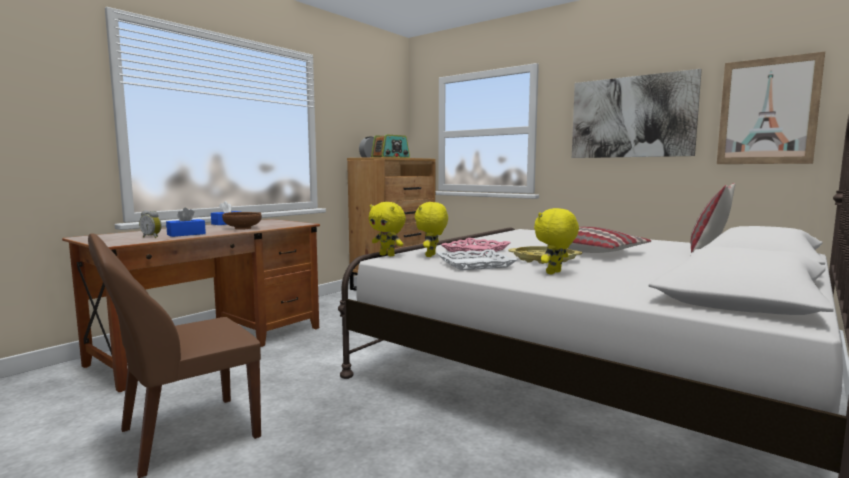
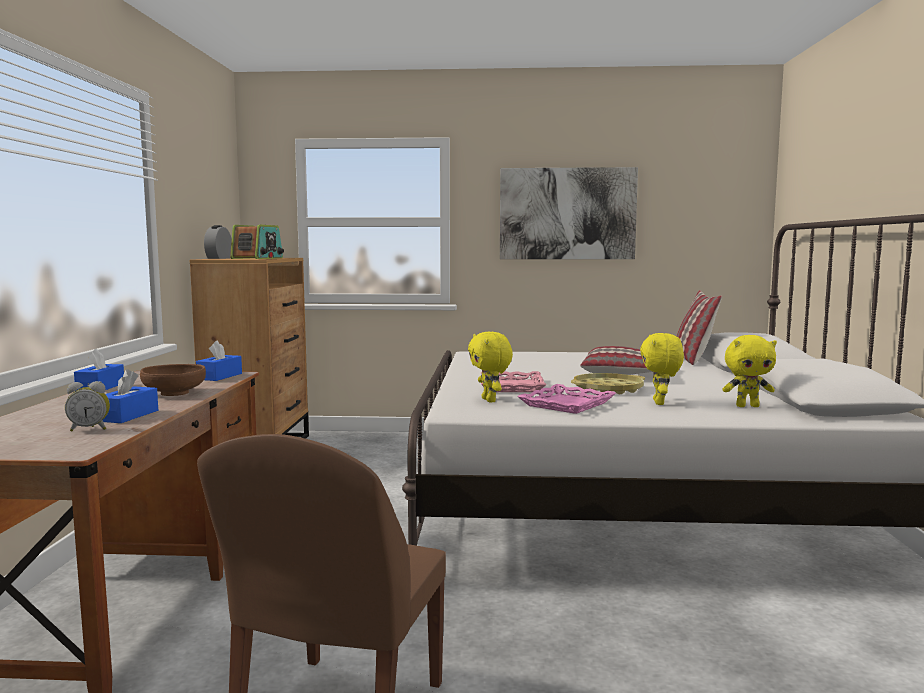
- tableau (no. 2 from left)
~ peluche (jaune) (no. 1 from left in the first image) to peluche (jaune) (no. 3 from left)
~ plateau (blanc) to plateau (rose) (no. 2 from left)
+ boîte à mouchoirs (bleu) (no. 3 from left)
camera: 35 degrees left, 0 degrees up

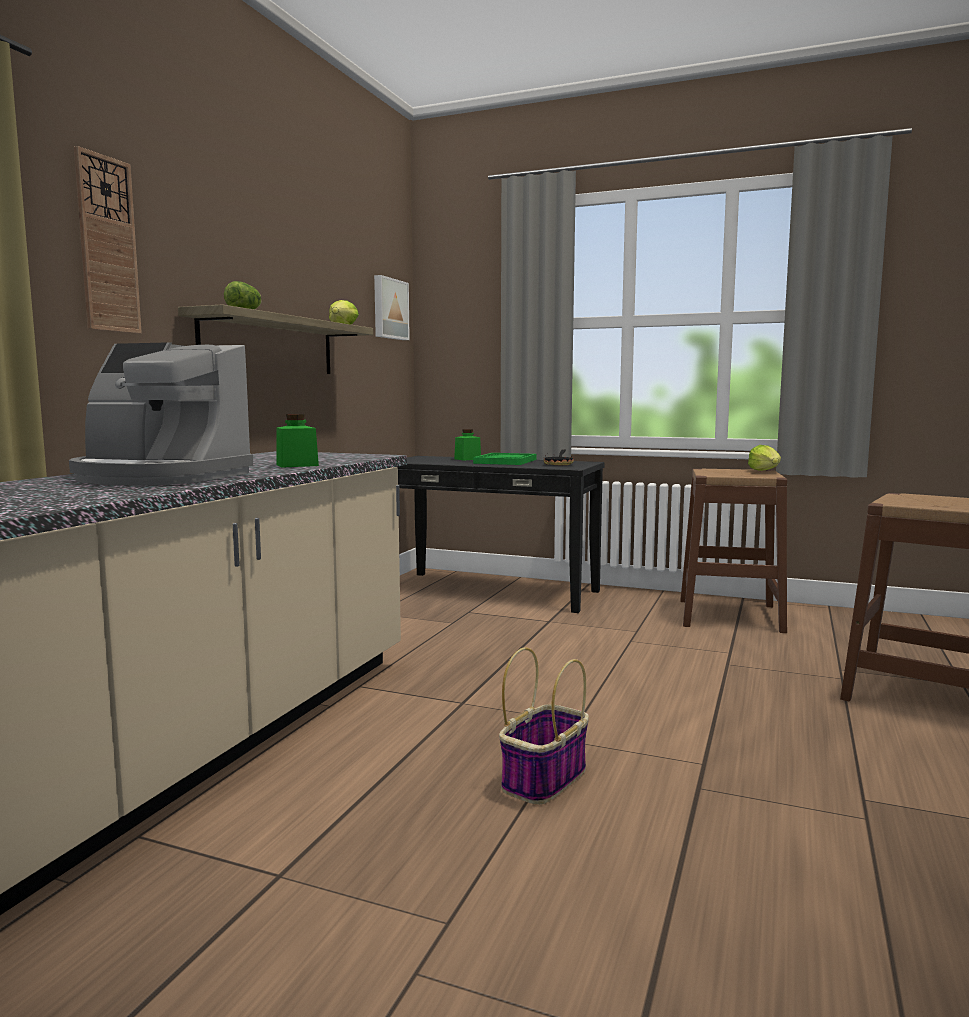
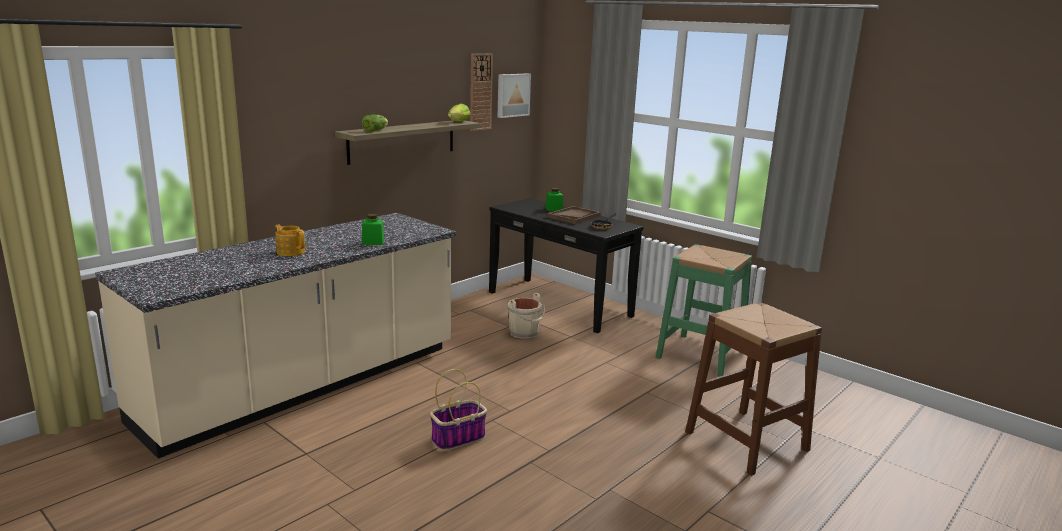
~ horloge murale
~ machine à café to théière
- laitue (no. 3 from left)
~ plateau (vert) to plateau (marron)
~ tabouret (marron) (no. 1 from left) to tabouret (vert)
+ seau (beige)
camera: 20 degrees right, 10 degrees up

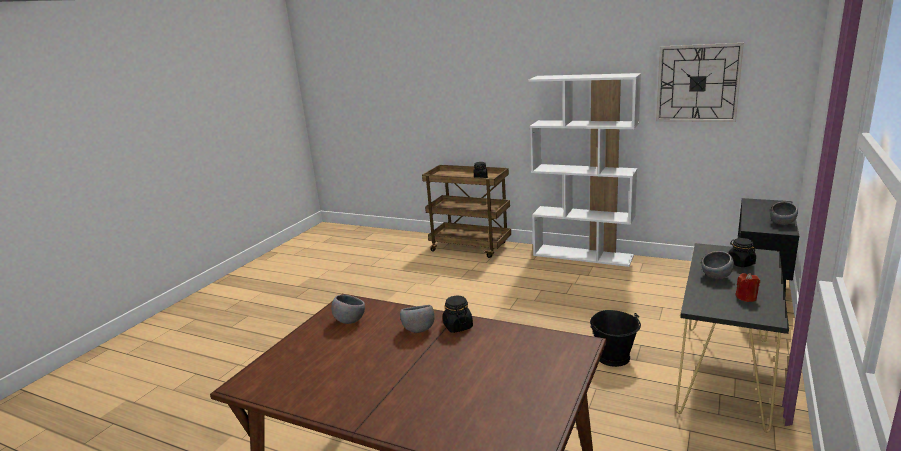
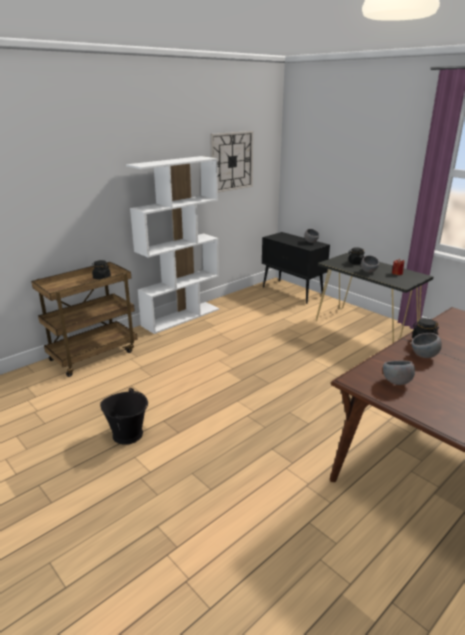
~ seau (noir)
camera: 70 degrees left, 5 degrees up

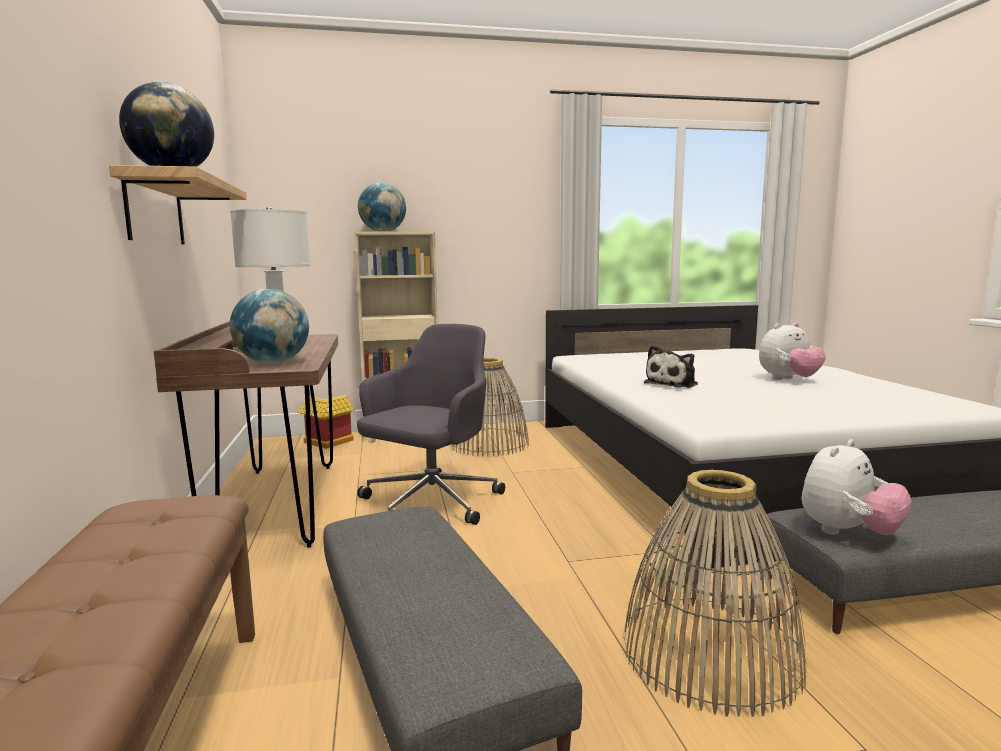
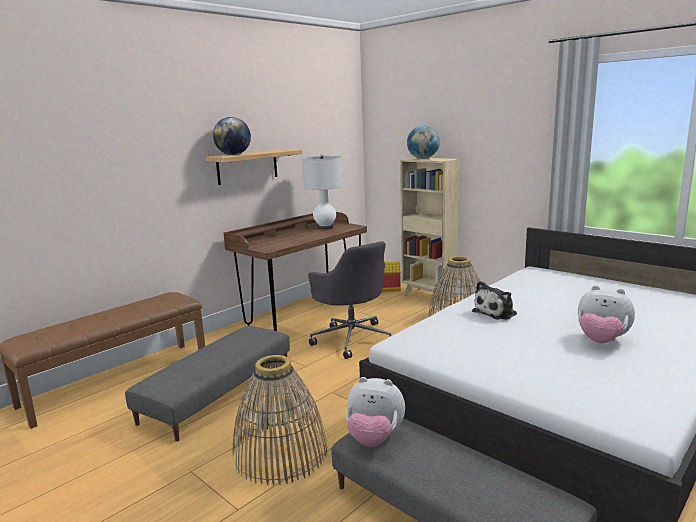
- globe (no. 2 from left)
~ chaise de bureau (gris) 60 degrees clockwise
~ peluche (no. 1 from left in the first image) 45 degrees counterclockwise
camera: 55 degrees right, 5 degrees up

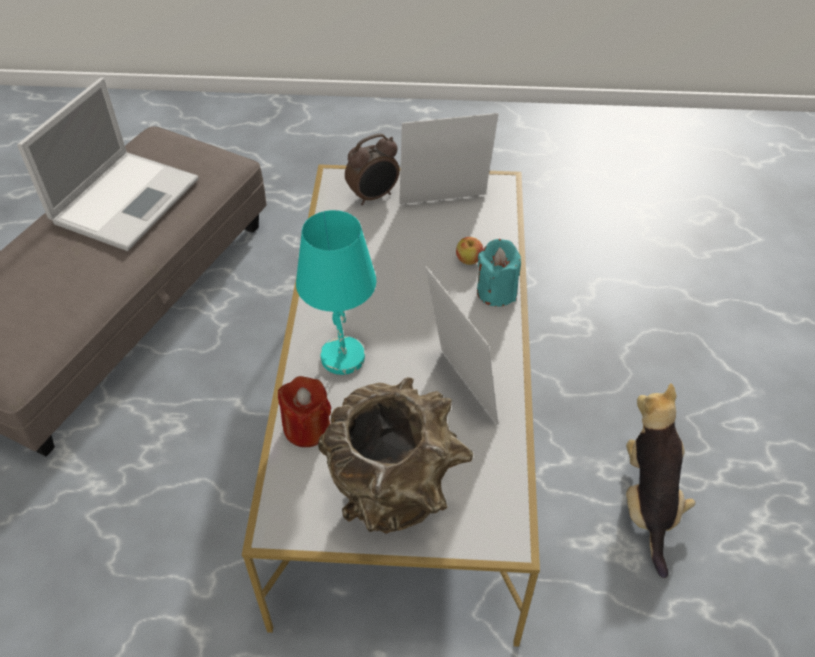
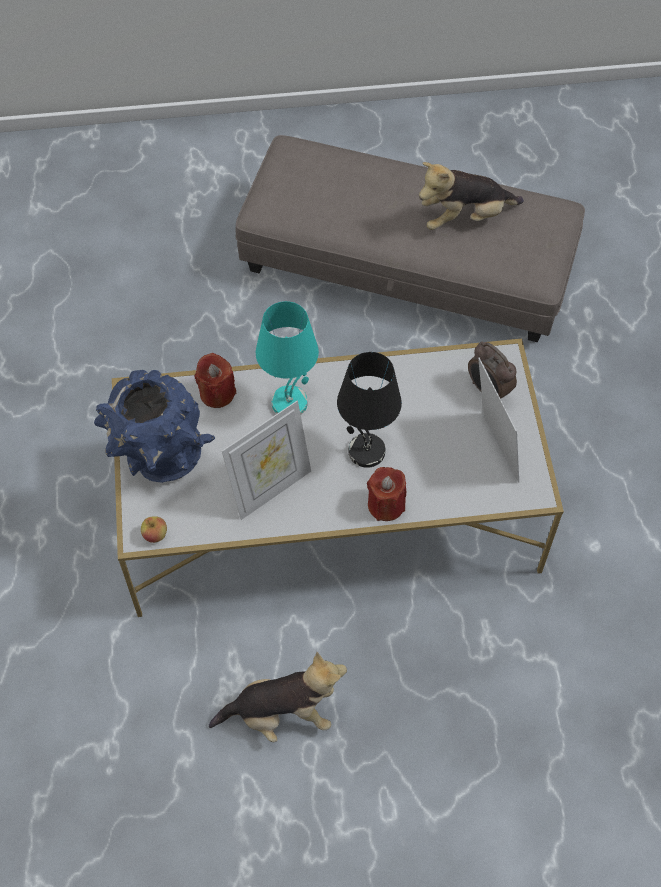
~ ordinateur portable to peluche (no. 2 from left)
~ pomme
~ bougie (turquoise) to bougie (rouge) (no. 2 from left)
~ vase (marron) to vase (bleu)
+ lampe de table (noir)
camera: 80 degrees right, 10 degrees up

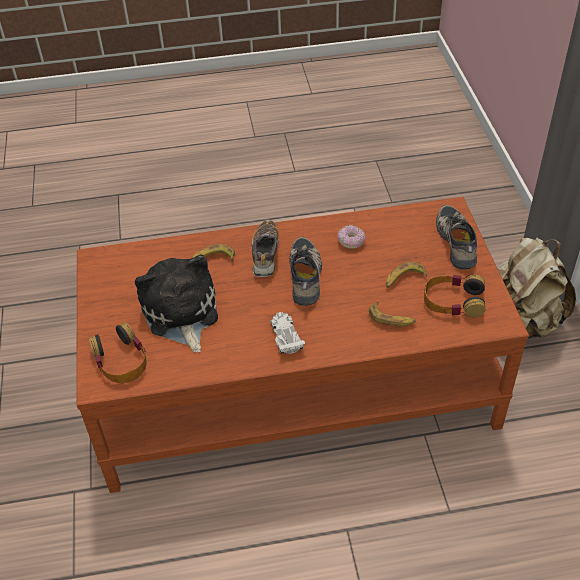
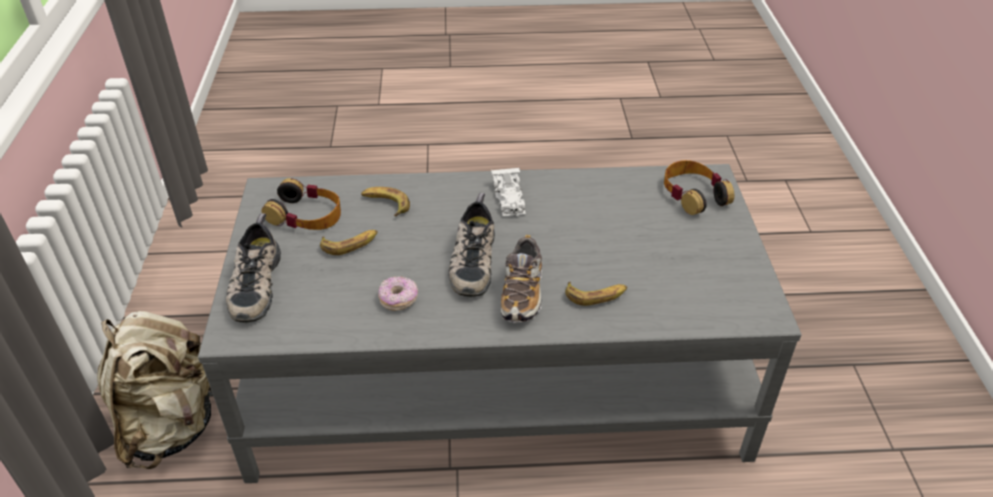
~ table basse (marron) to table basse (gris)
- peluche
camera: 175 degrees left, 5 degrees down

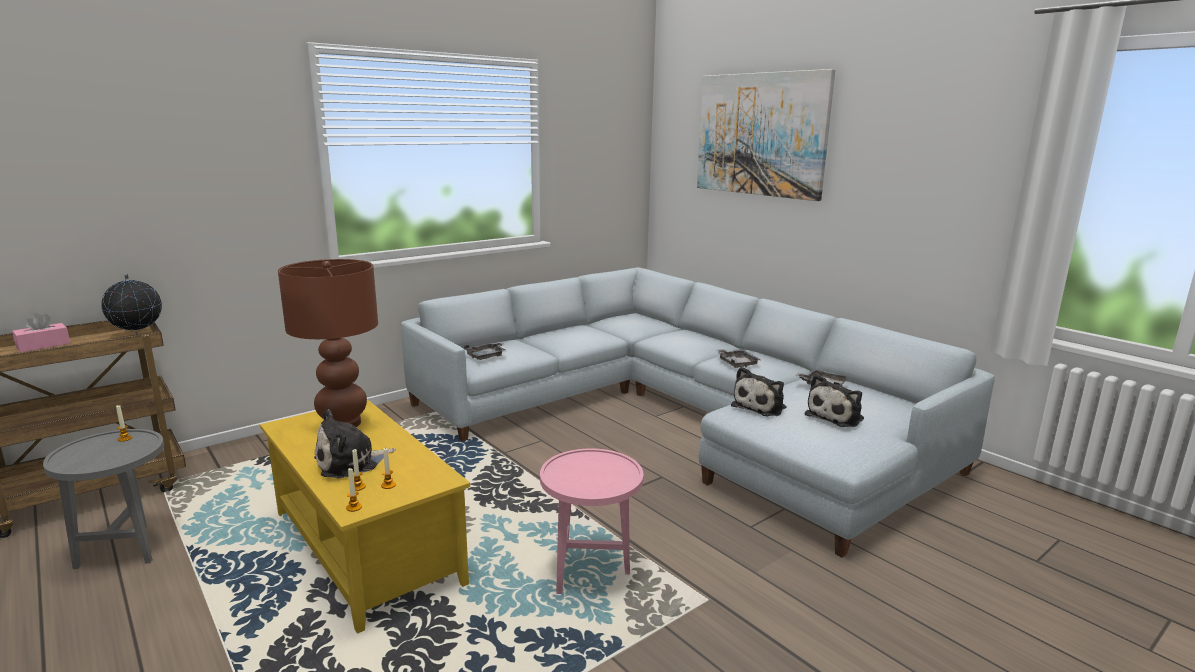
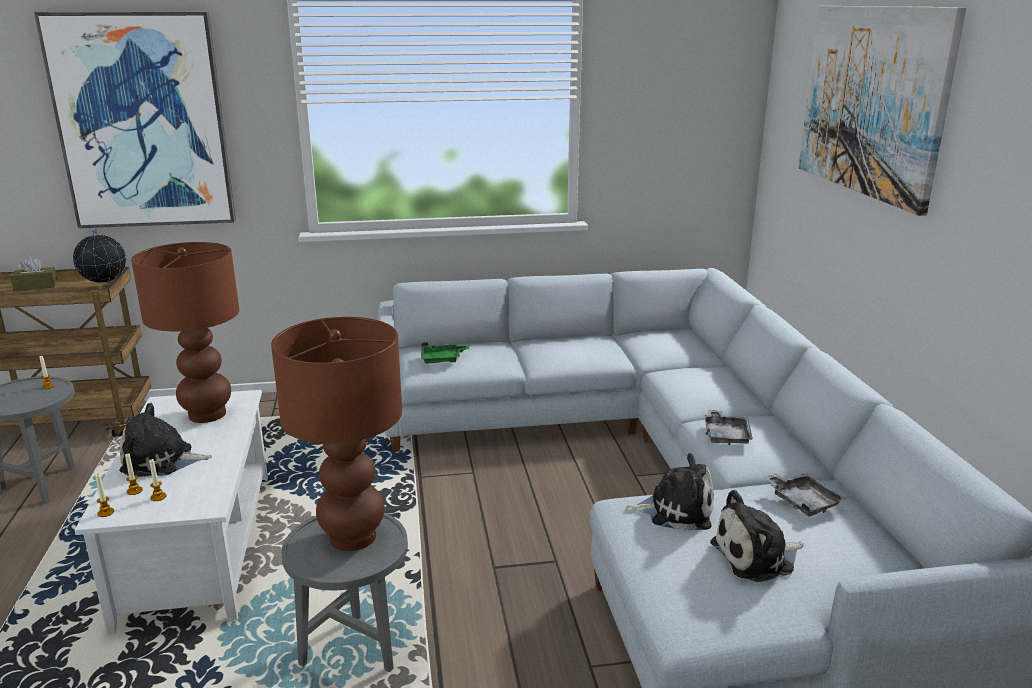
~ boîte à mouchoirs (rose) to boîte à mouchoirs (marron)
~ plateau (gris) (no. 1 from left) to plateau (vert)
~ peluche (no. 2 from left) 150 degrees counterclockwise
~ table basse (jaune) to table basse (blanc)
~ table d'appoint (rose) to table d'appoint (gris) (no. 2 from left)
+ tableau (no. 1 from left)
+ lampe de table (marron) (no. 2 from left)
camera: 30 degrees right, 5 degrees up

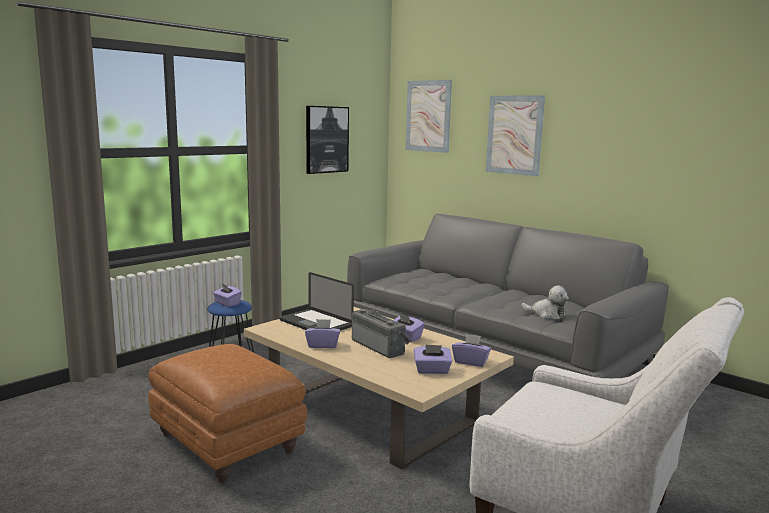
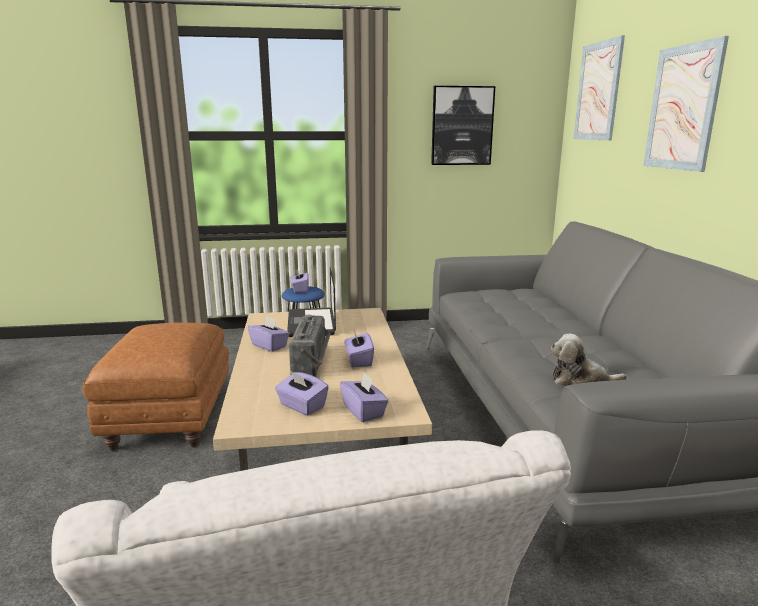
~ peluche 120 degrees clockwise
camera: 40 degrees right, 5 degrees up

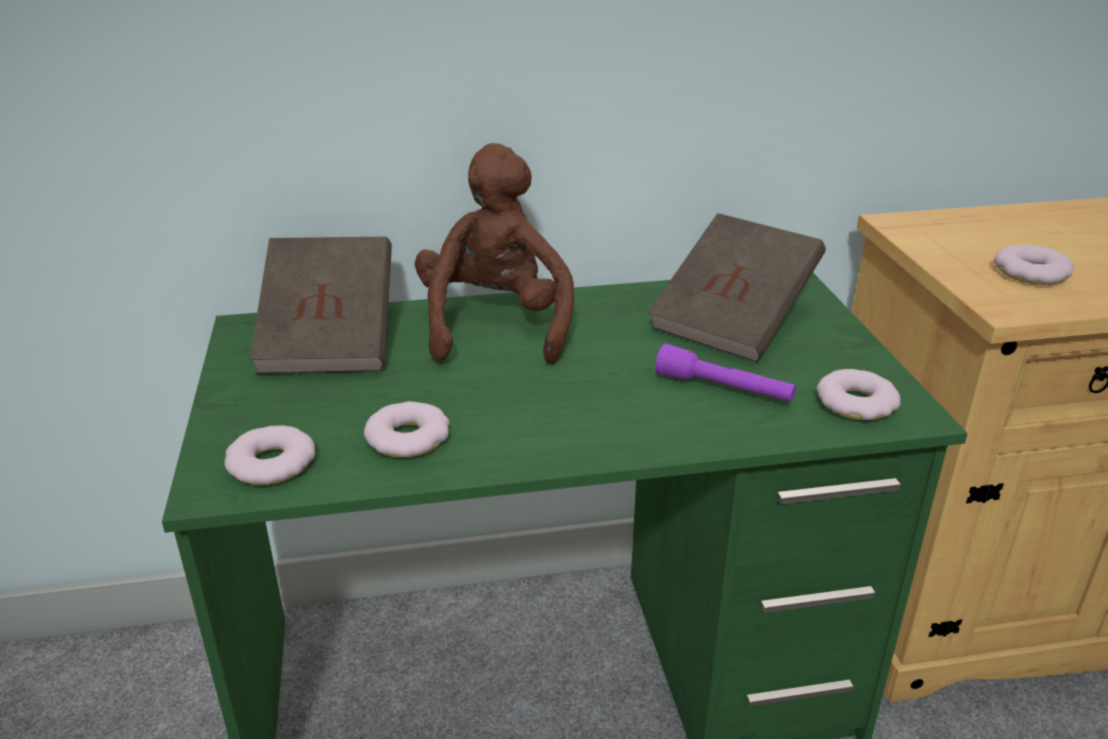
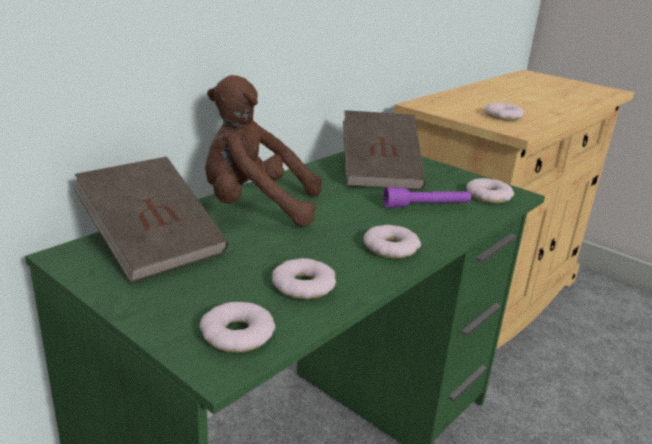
~ peluche (marron) 45 degrees counterclockwise
+ beignet (no. 3 from left)
camera: 40 degrees left, 5 degrees down

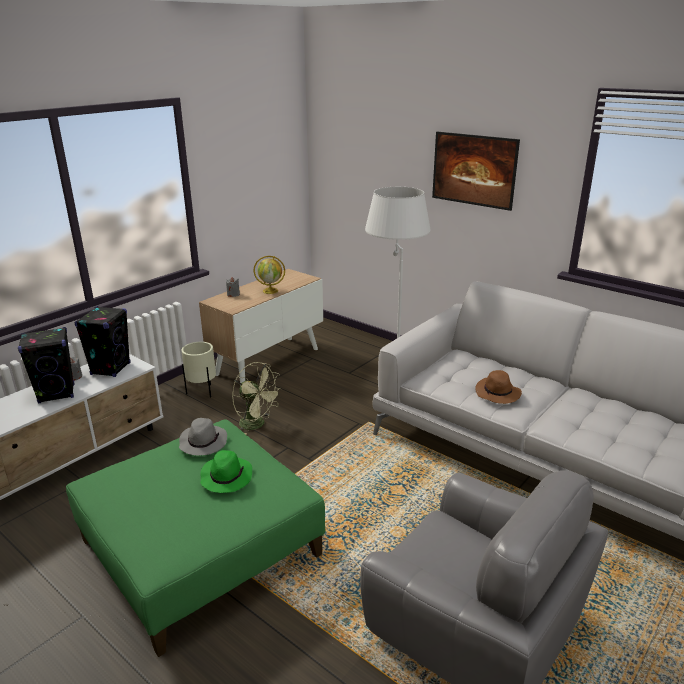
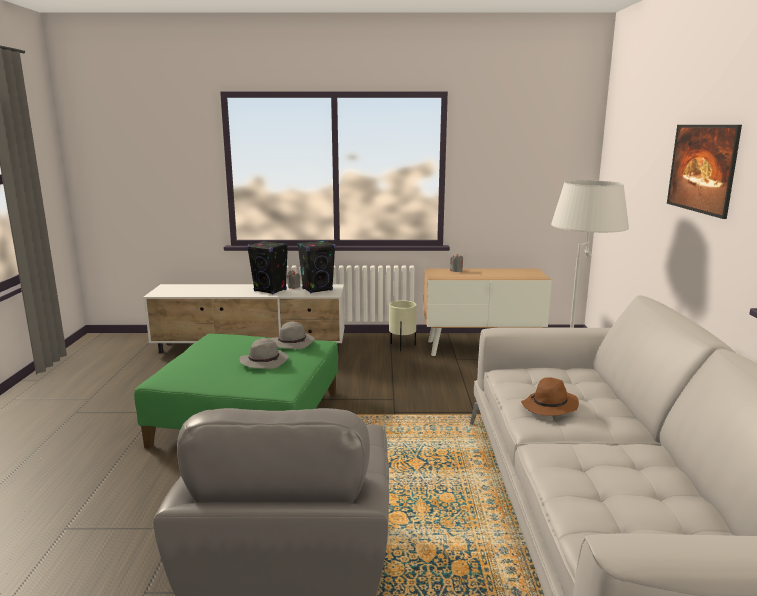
- globe
- ventilateur (vert)
~ chapeau (vert) to chapeau (gris) (no. 1 from left)
camera: 50 degrees right, 10 degrees down

